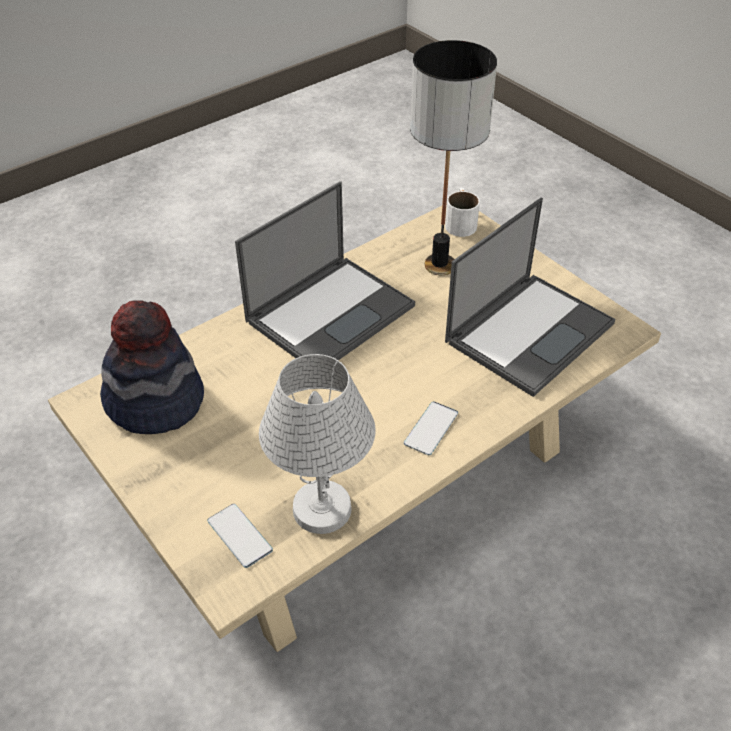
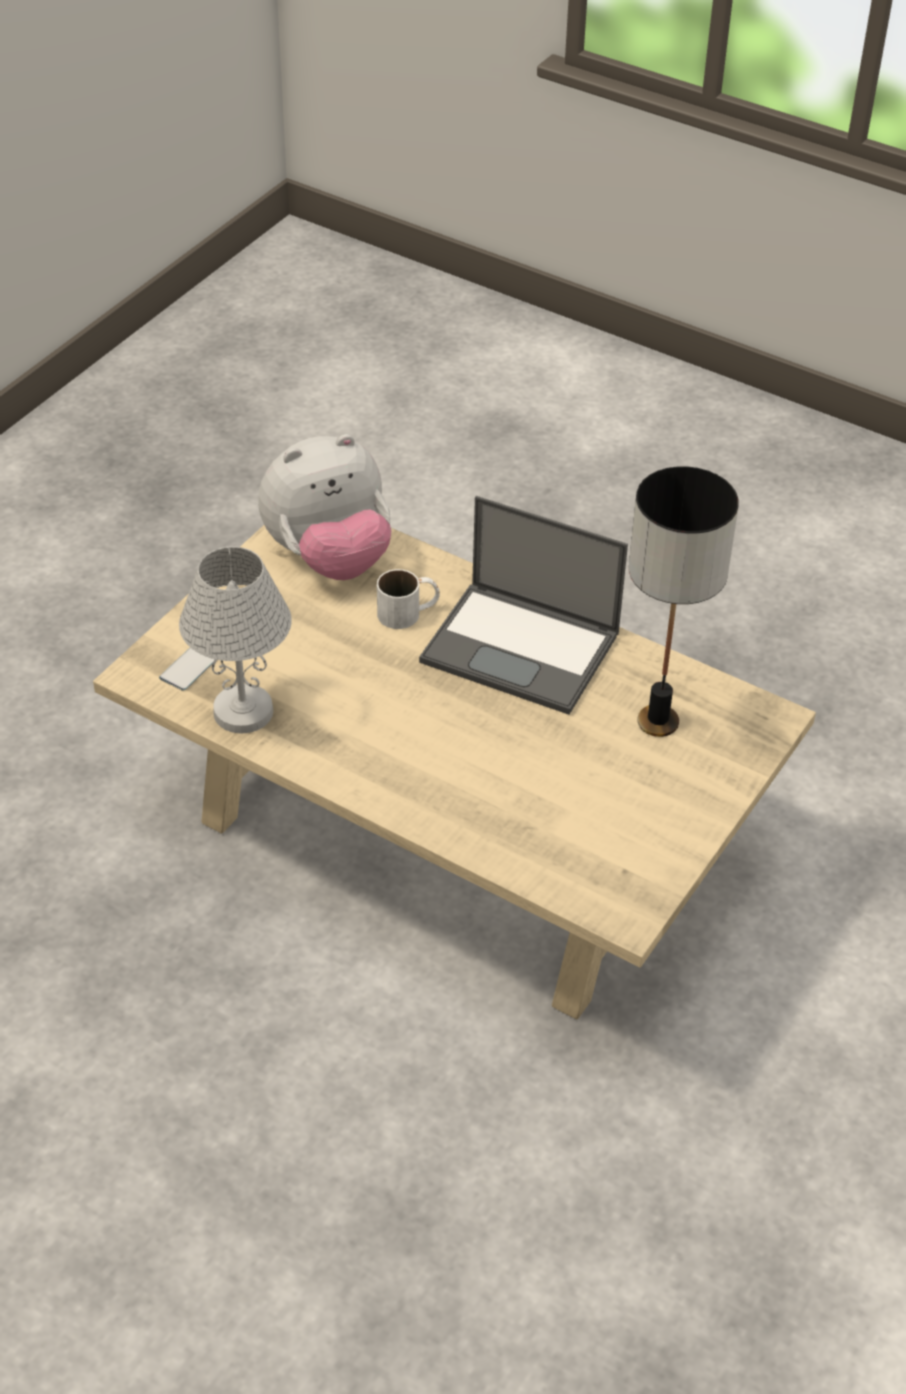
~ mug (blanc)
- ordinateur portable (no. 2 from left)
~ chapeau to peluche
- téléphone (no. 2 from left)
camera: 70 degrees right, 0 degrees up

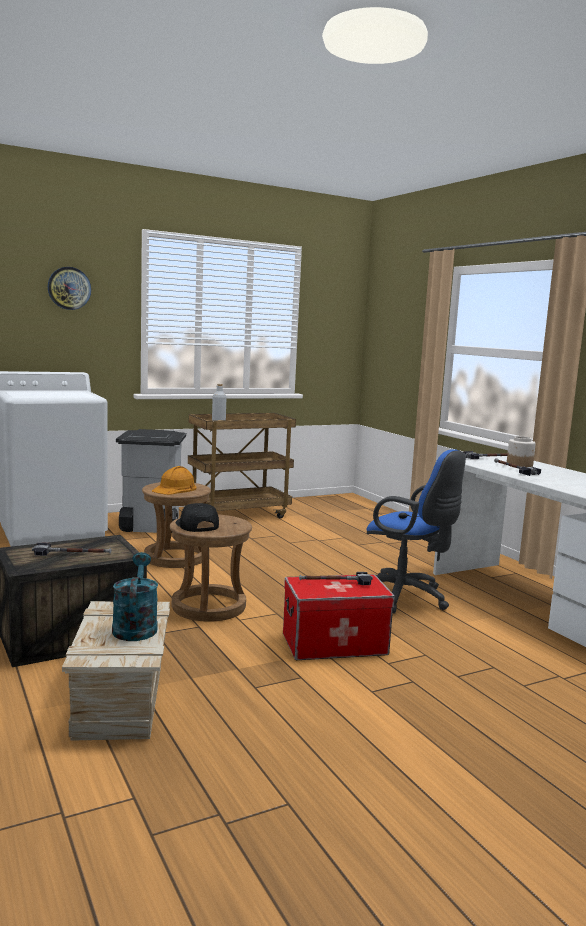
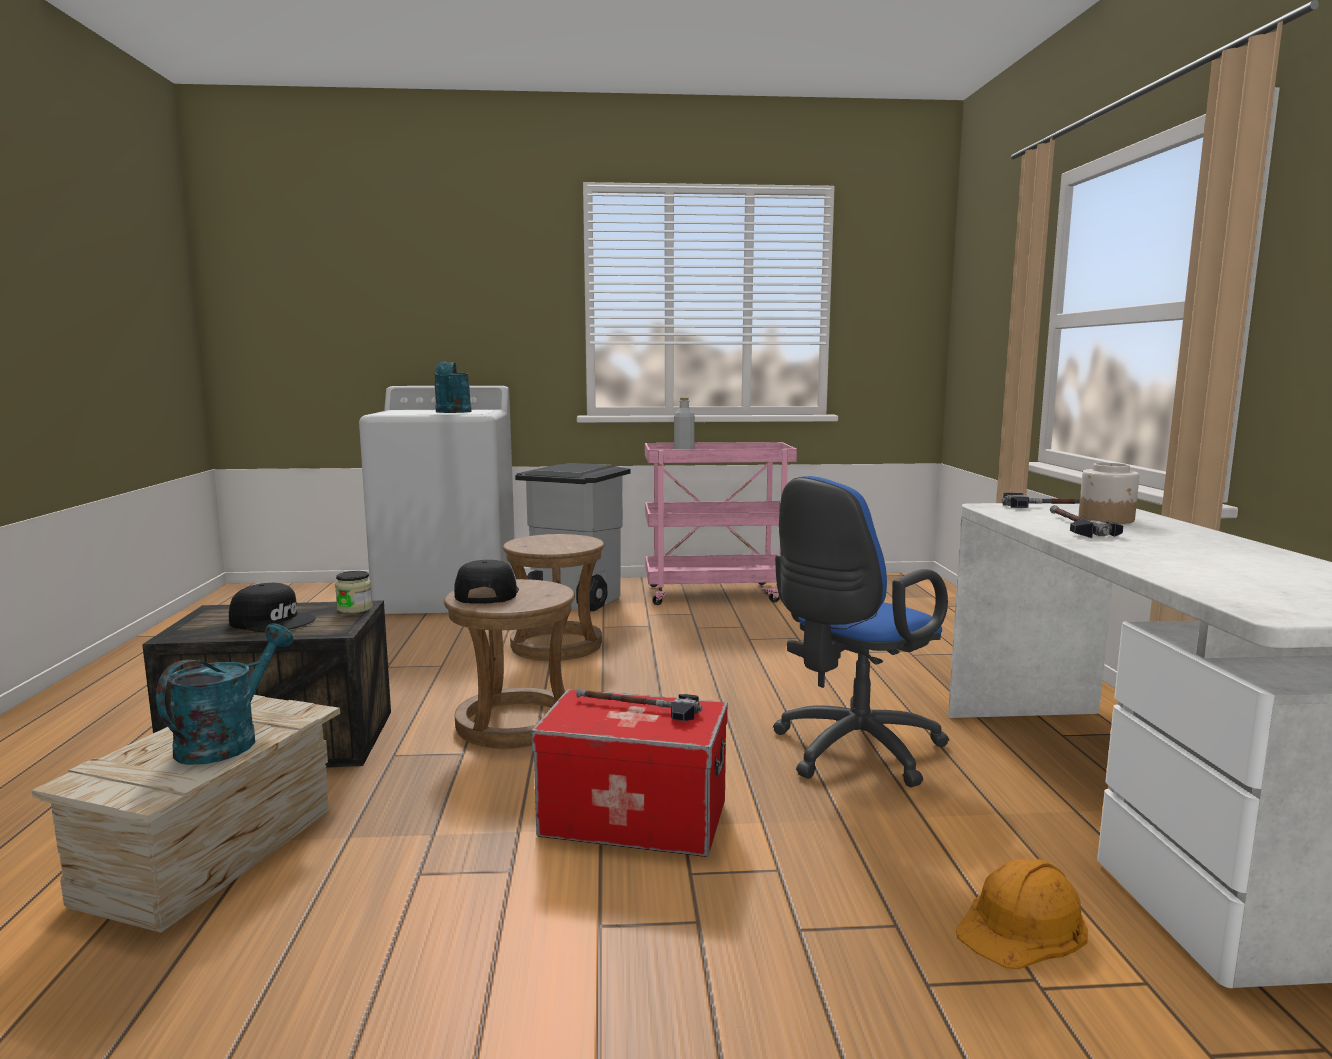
- horloge murale
~ chariot (marron) to chariot (rose)
~ chaise de bureau (bleu) 75 degrees clockwise
~ casque de chantier (orange)
~ marteau (no. 1 from left) to casquette (noir) (no. 1 from left)
+ arrosoir (turquoise) (no. 2 from left)
+ bocal (no. 1 from left)
camera: 25 degrees right, 0 degrees up

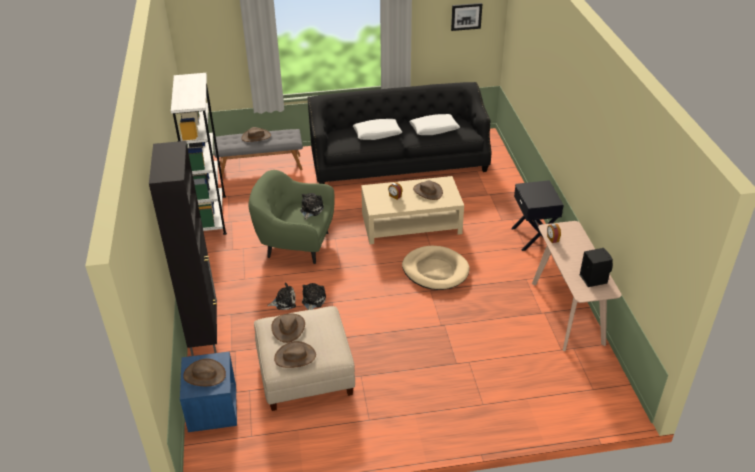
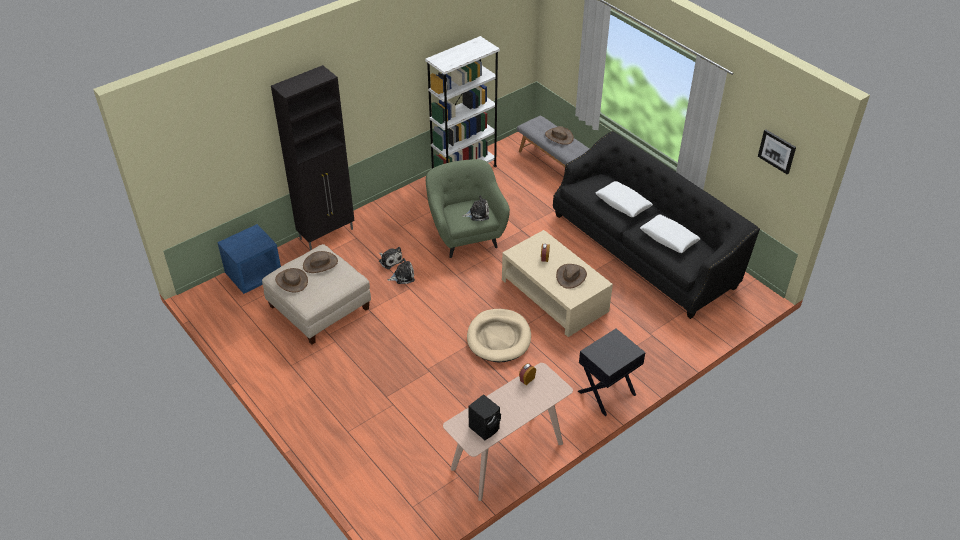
- chapeau (marron) (no. 1 from left)
camera: 60 degrees right, 5 degrees up

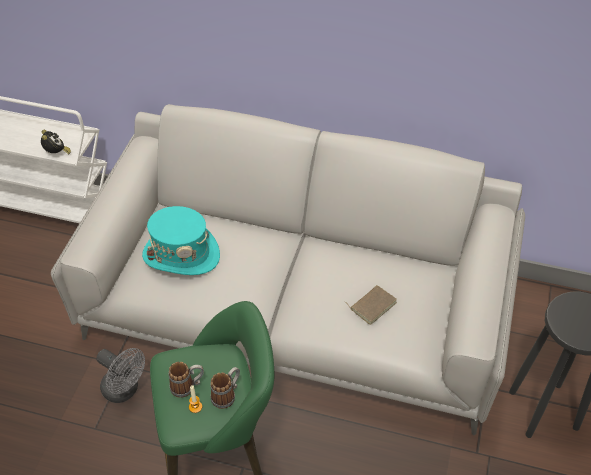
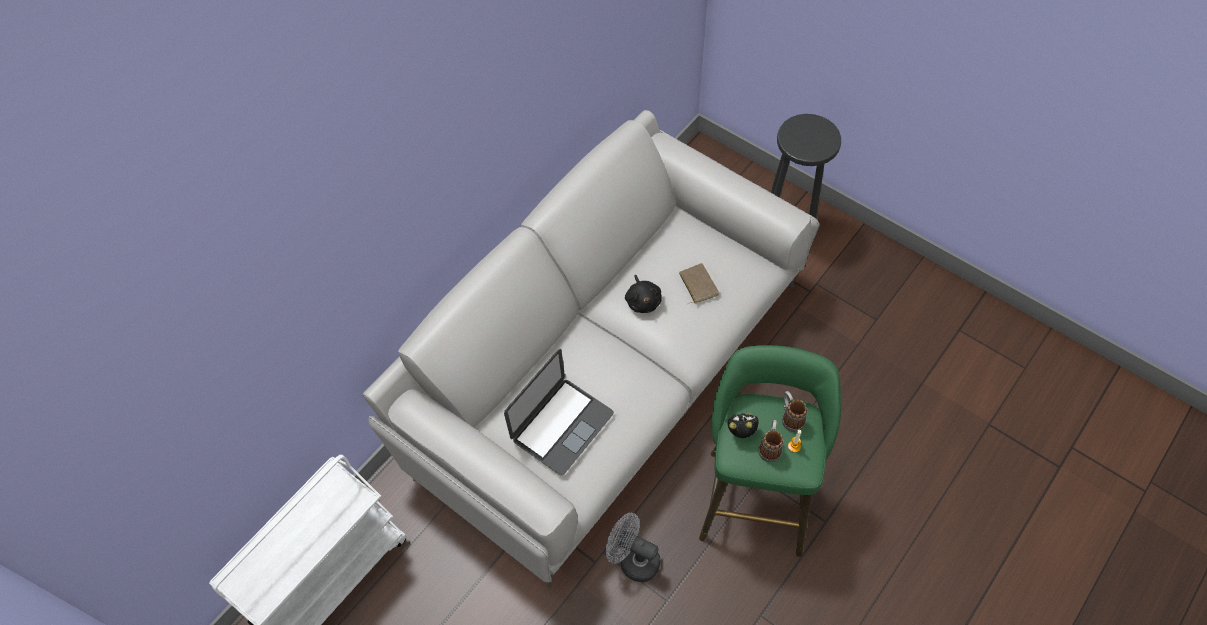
~ réveil
~ chapeau (turquoise) to ordinateur portable
~ ventilateur (gris) 120 degrees counterclockwise
+ peluche (noir)
camera: 65 degrees left, 10 degrees up

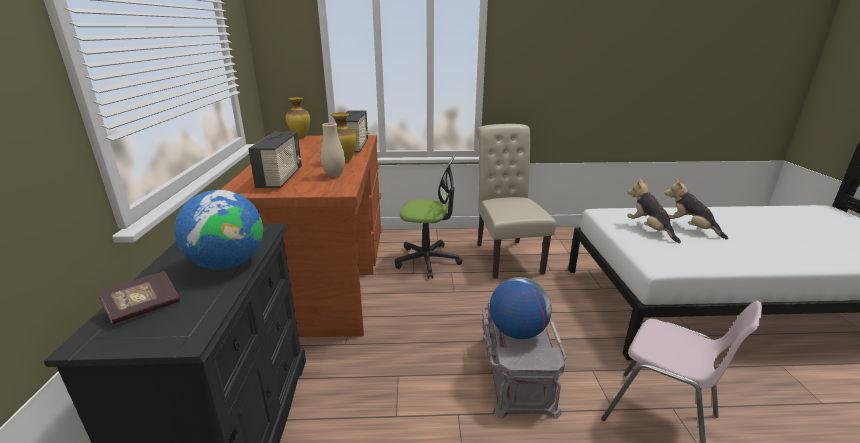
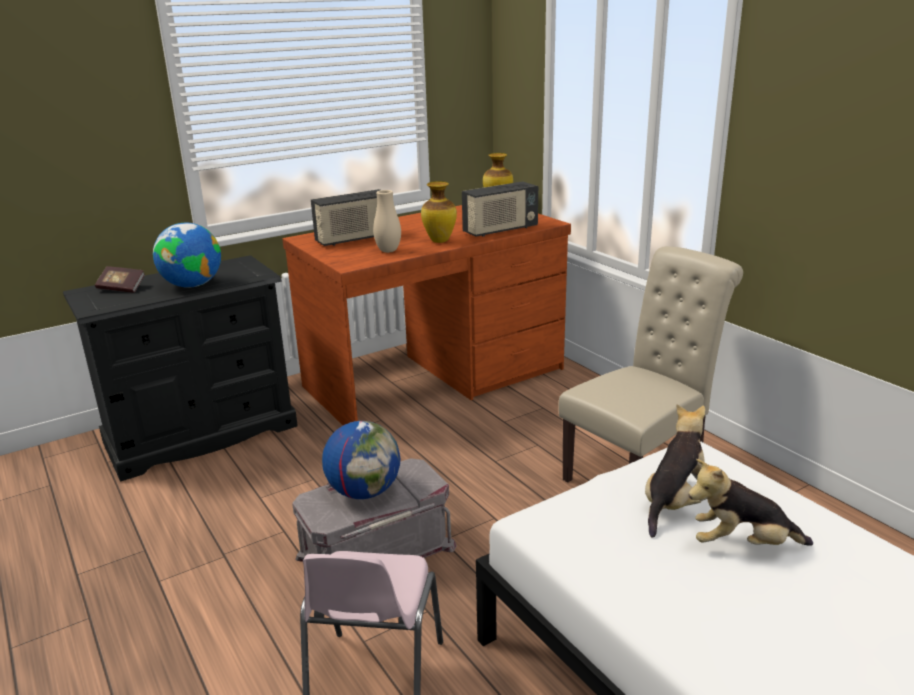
- chaise de bureau
~ peluche (no. 2 from left) 105 degrees counterclockwise
camera: 60 degrees right, 0 degrees up

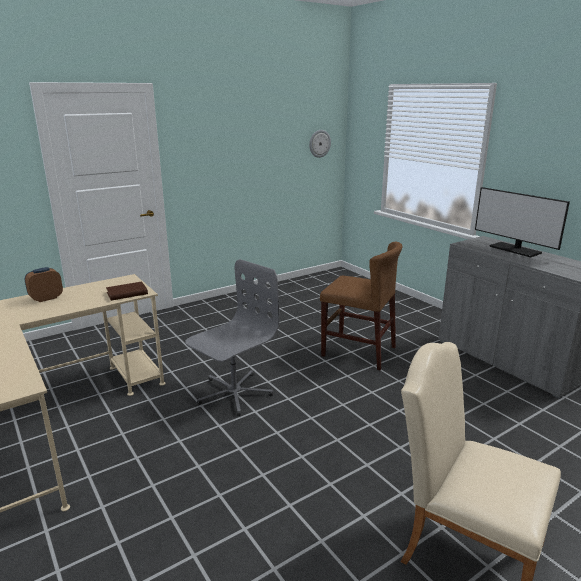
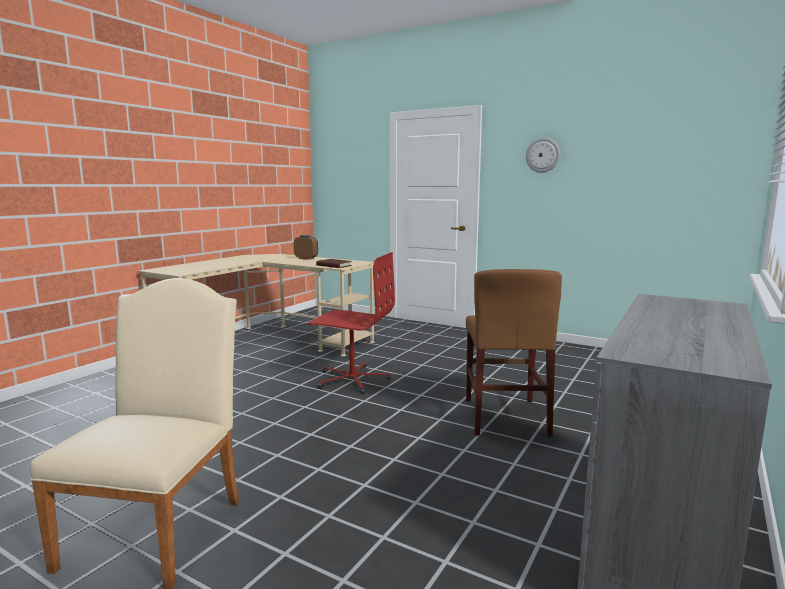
~ horloge murale
- écran d'ordinateur
~ chaise de bureau (gris) to chaise de bureau (rouge)
camera: 65 degrees right, 10 degrees down

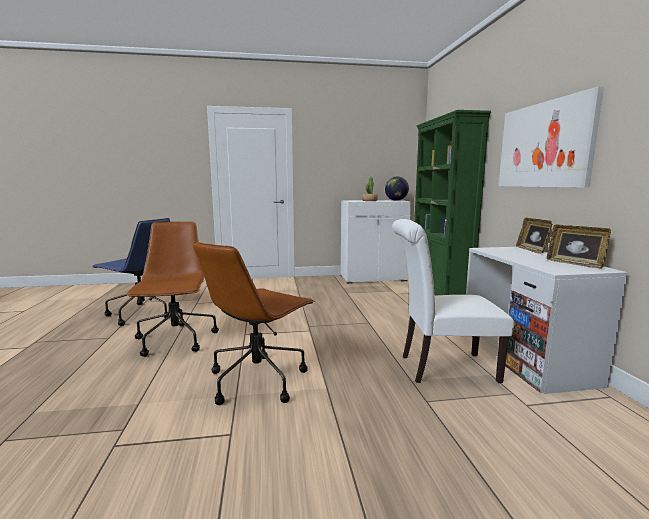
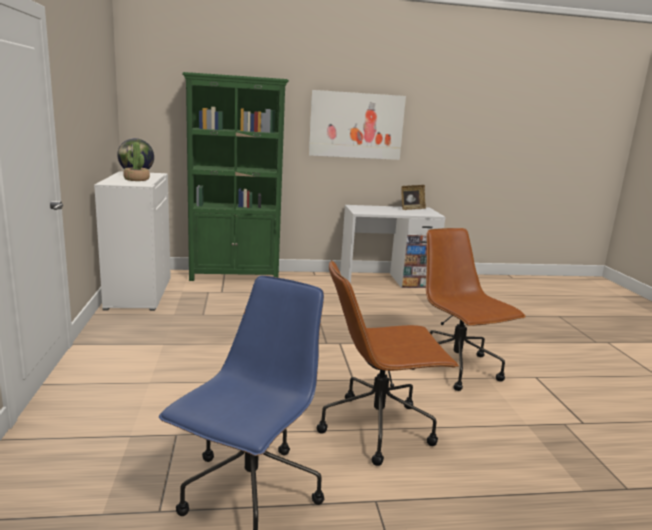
- cadre photo (no. 1 from left)
- chaise (blanc)
~ chaise de bureau (marron) (no. 2 from left) 150 degrees counterclockwise
camera: 90 degrees left, 5 degrees up

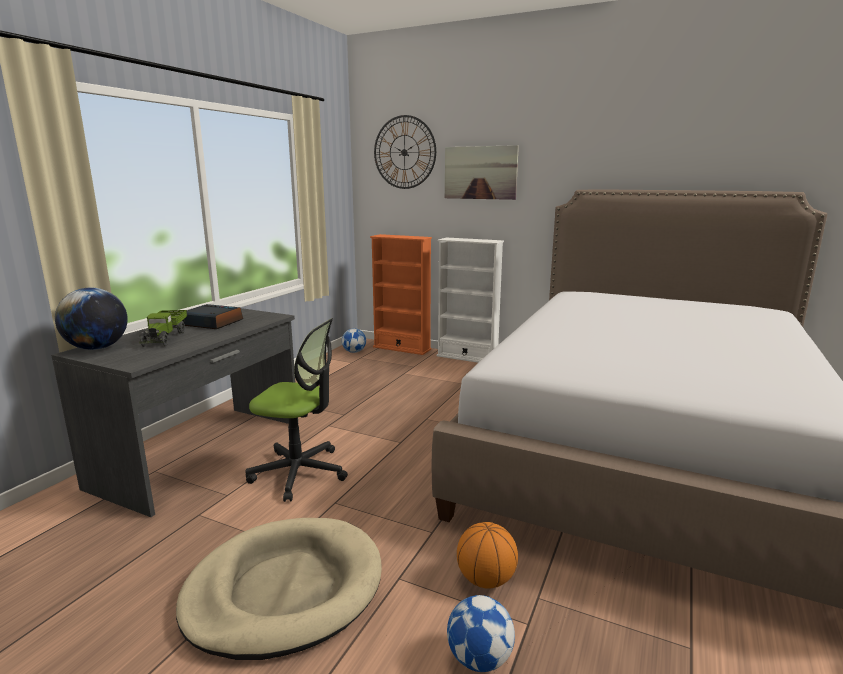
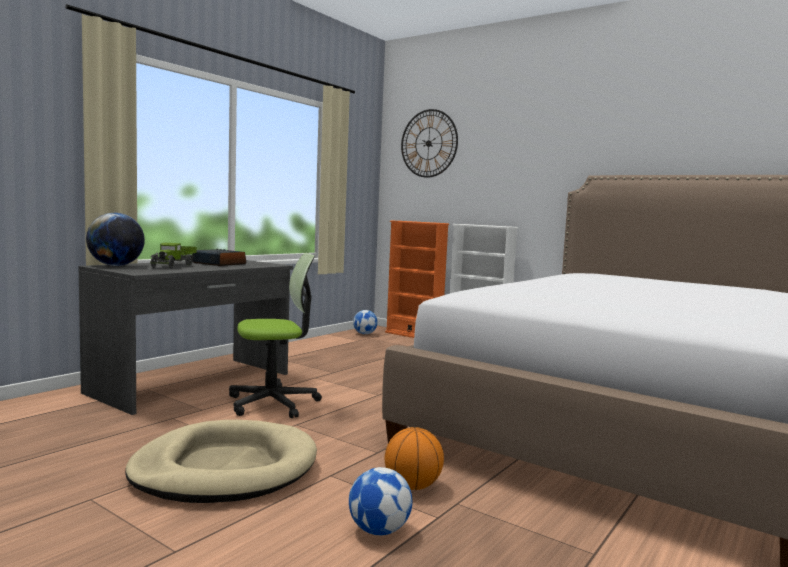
- tableau
~ chaise de bureau 45 degrees counterclockwise
camera: 10 degrees right, 10 degrees down

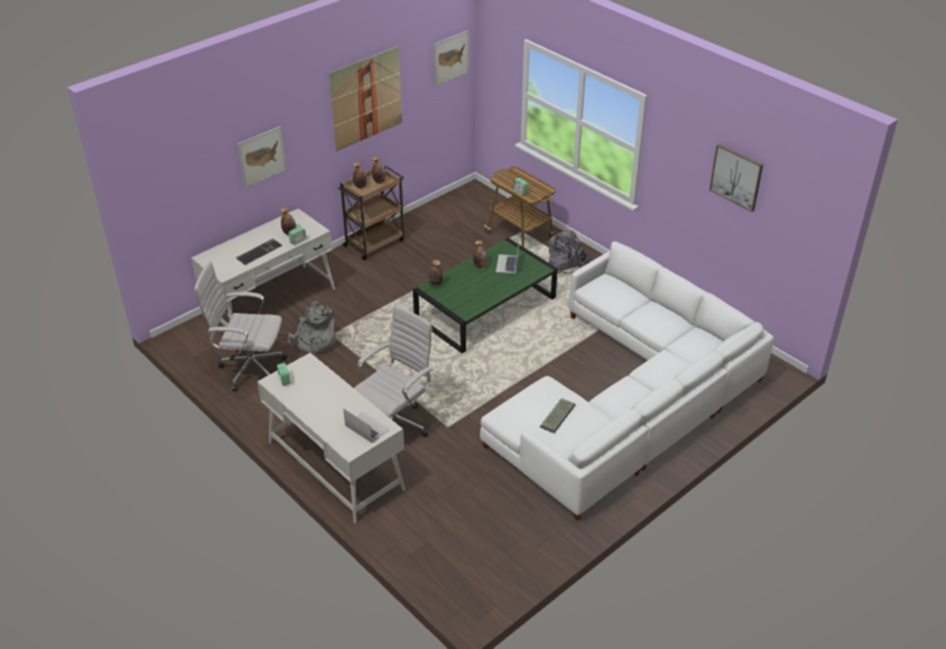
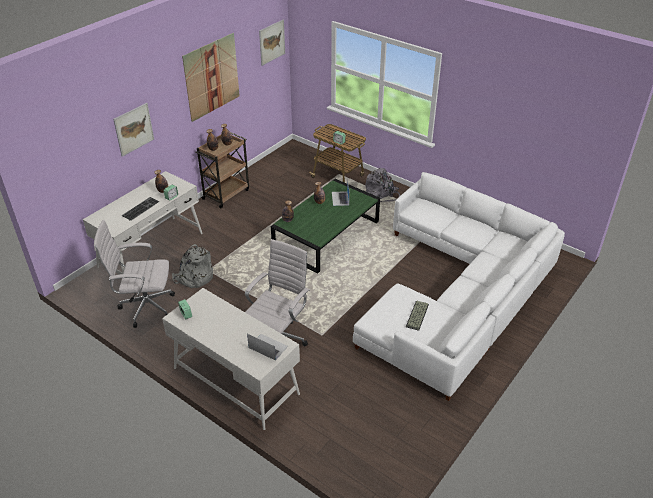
- tableau (no. 4 from left)
camera: 10 degrees left, 0 degrees up

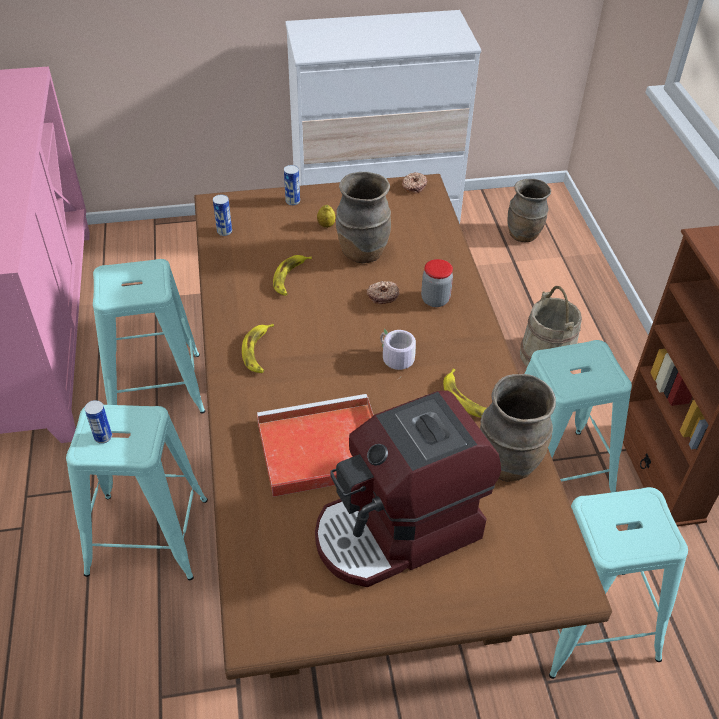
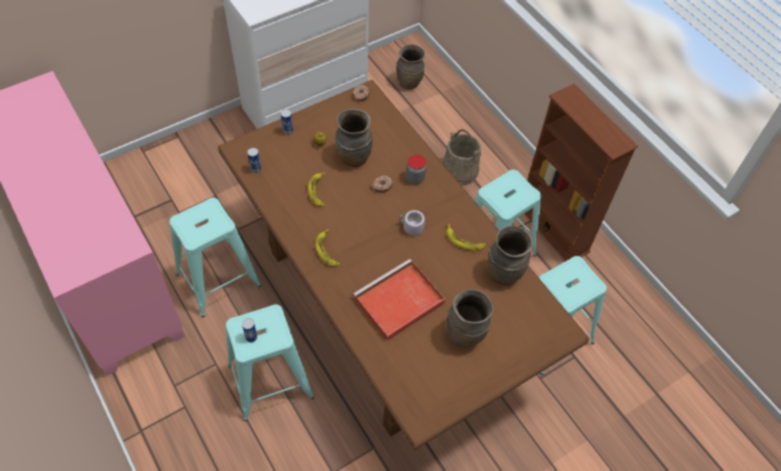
~ machine à café to vase (marron) (no. 3 from left)
camera: 25 degrees left, 10 degrees up

